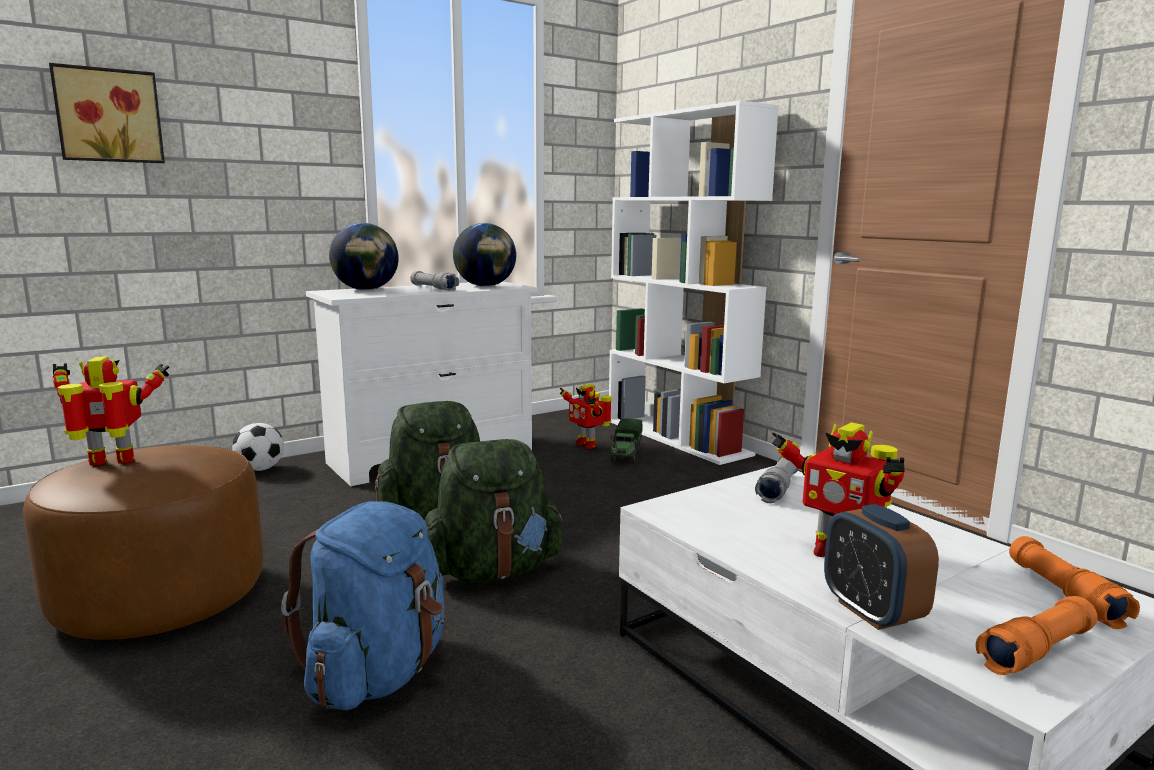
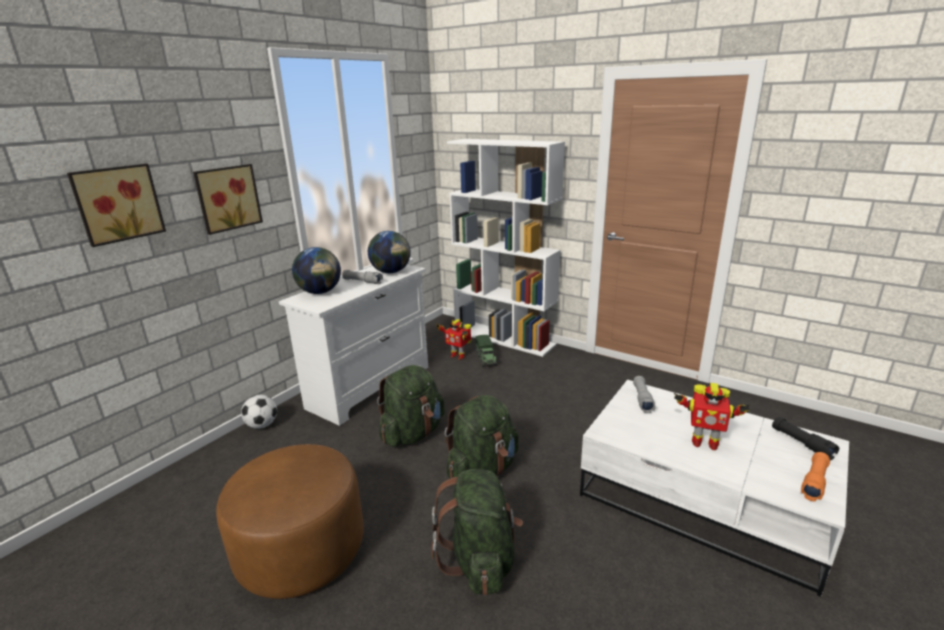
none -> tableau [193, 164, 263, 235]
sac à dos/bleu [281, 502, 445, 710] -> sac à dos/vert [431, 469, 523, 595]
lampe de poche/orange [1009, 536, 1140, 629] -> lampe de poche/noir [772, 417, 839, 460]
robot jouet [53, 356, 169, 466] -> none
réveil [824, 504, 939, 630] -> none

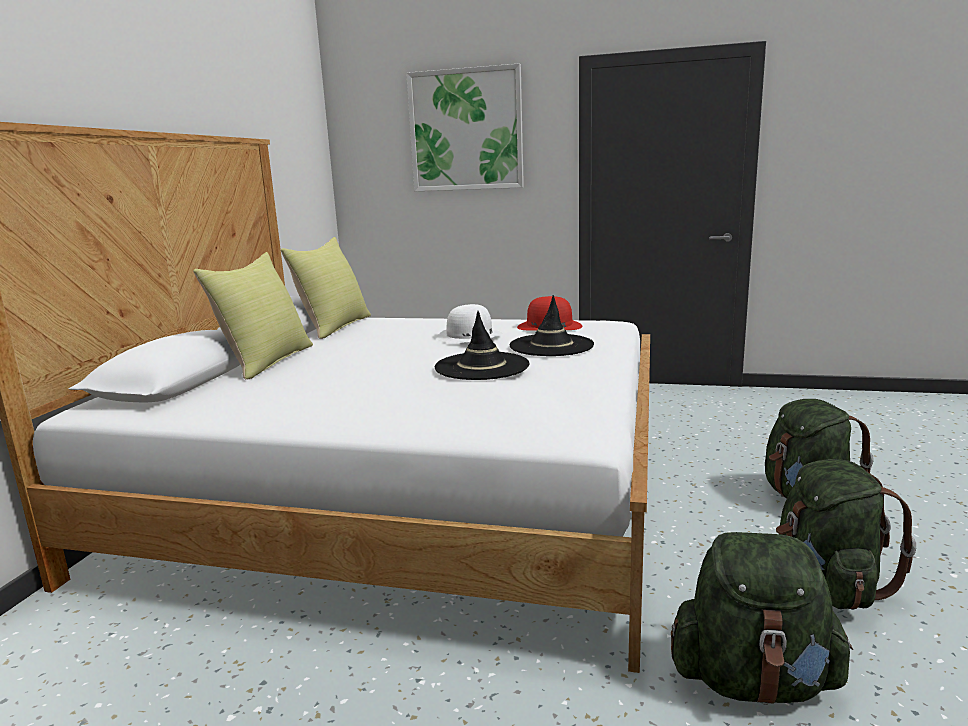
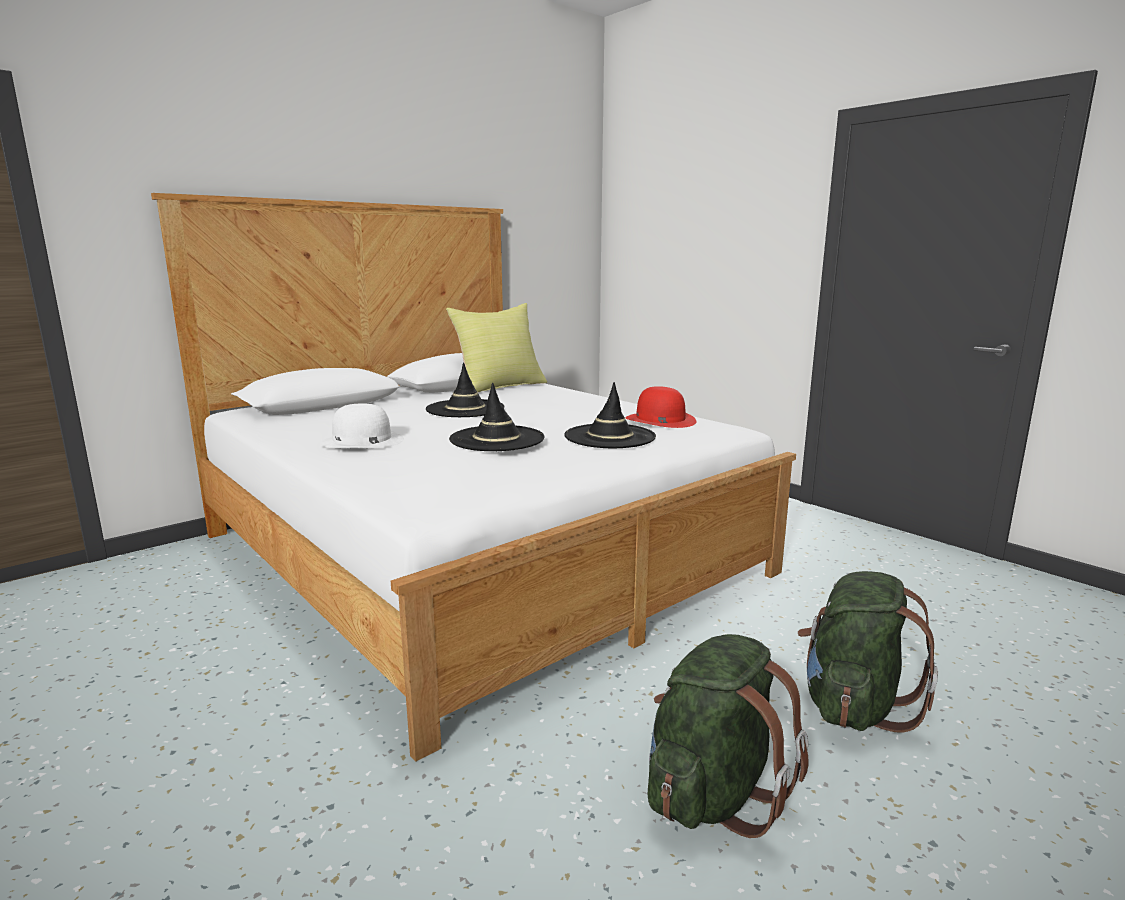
chapeau/blanc [437, 304, 503, 343] -> chapeau/blanc [320, 403, 404, 448], relocated
none -> chapeau/noir [426, 362, 504, 417]
coussin/jaune [193, 252, 313, 380] -> none
tableau [406, 63, 524, 191] -> none
sac à dos/vert [671, 532, 853, 705] -> none

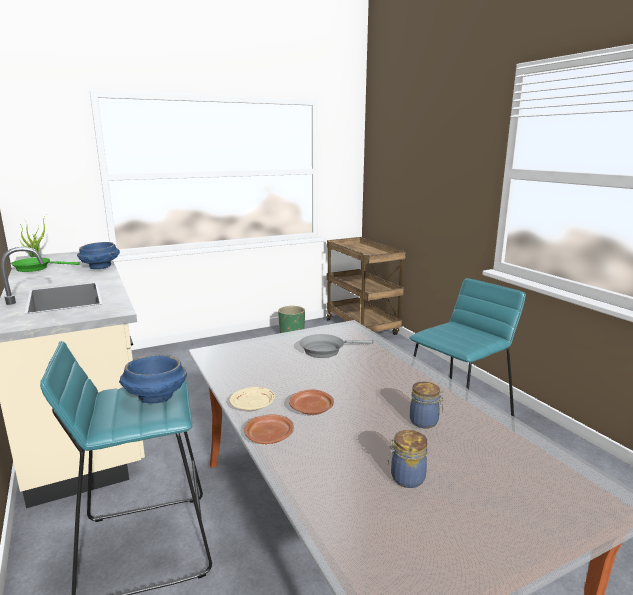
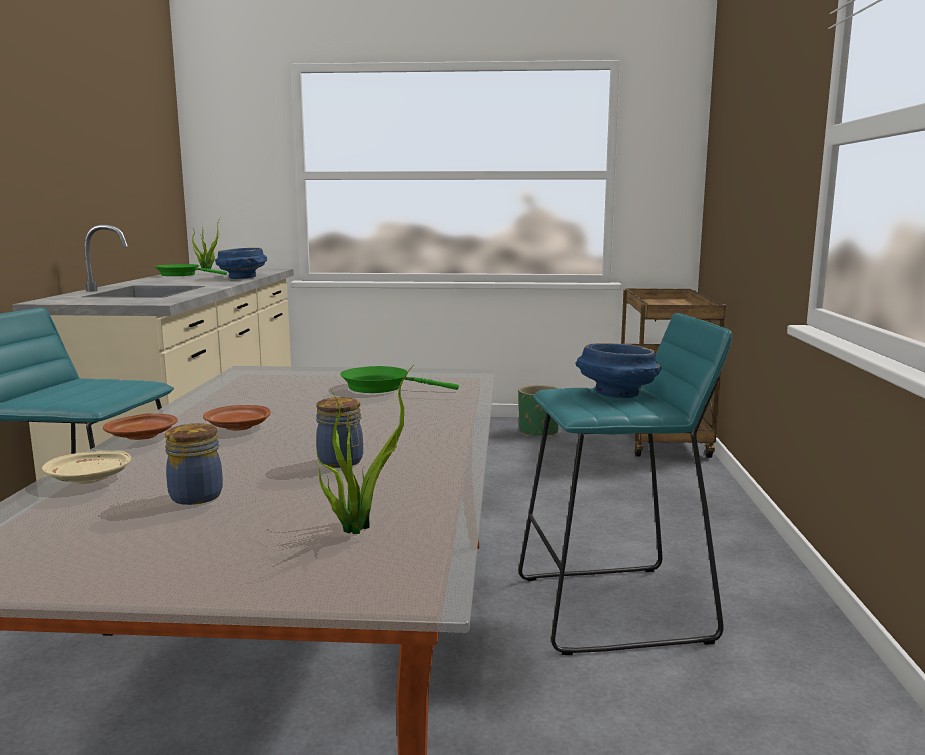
assiette/beige [229, 387, 275, 411] -> assiette/beige [42, 451, 131, 484], relocated
none -> plante en pot [316, 365, 414, 534]
poêle/gris [299, 334, 374, 358] -> poêle/vert [340, 366, 459, 393]
bol/bleu [119, 355, 187, 404] -> bol/bleu [575, 343, 662, 398], relocated

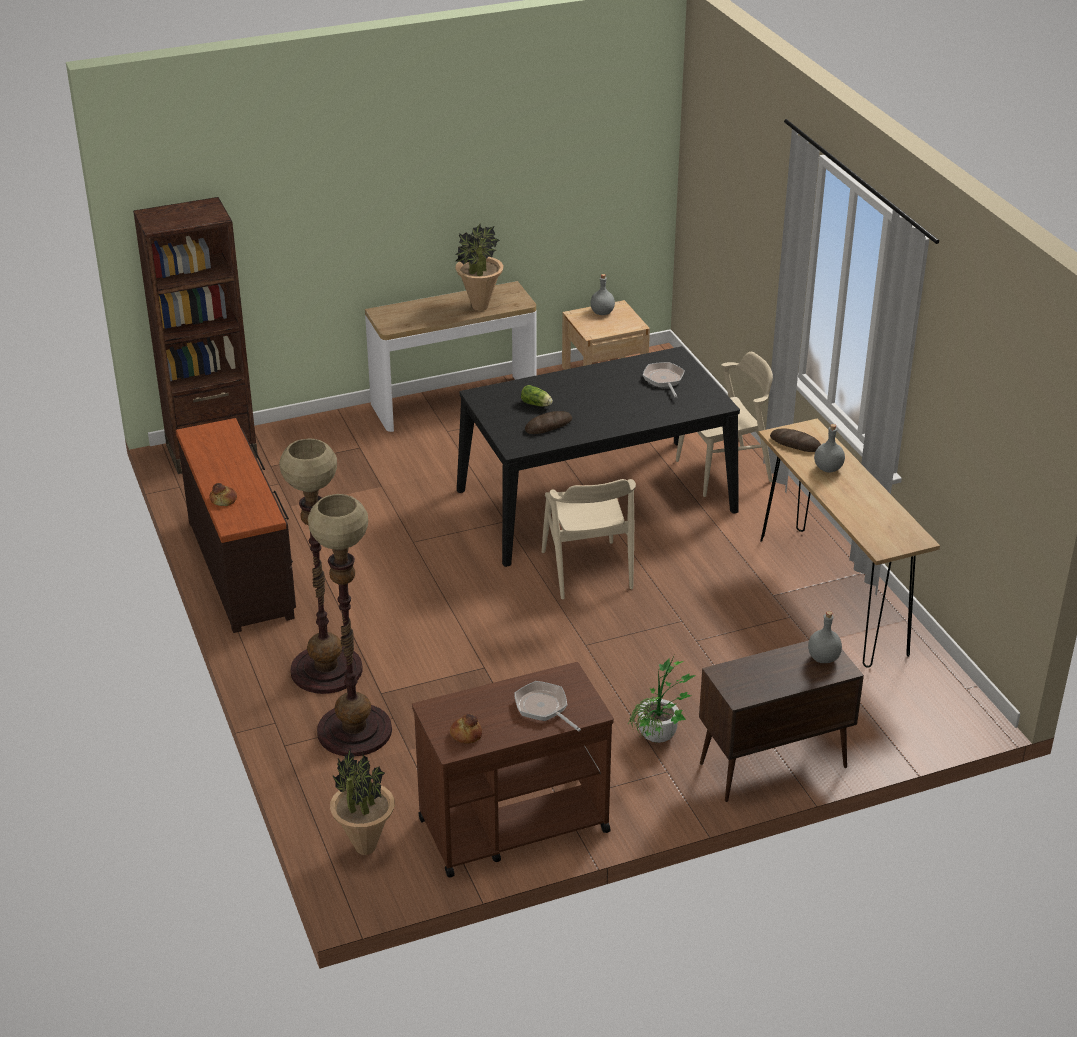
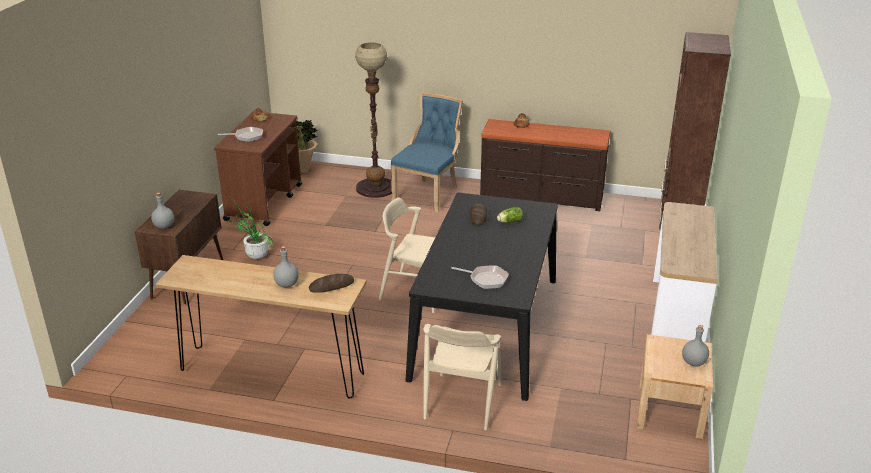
lampadaire [279, 438, 363, 694] -> chaise/bleu [391, 93, 463, 213]
plante en pot [455, 224, 504, 311] -> none

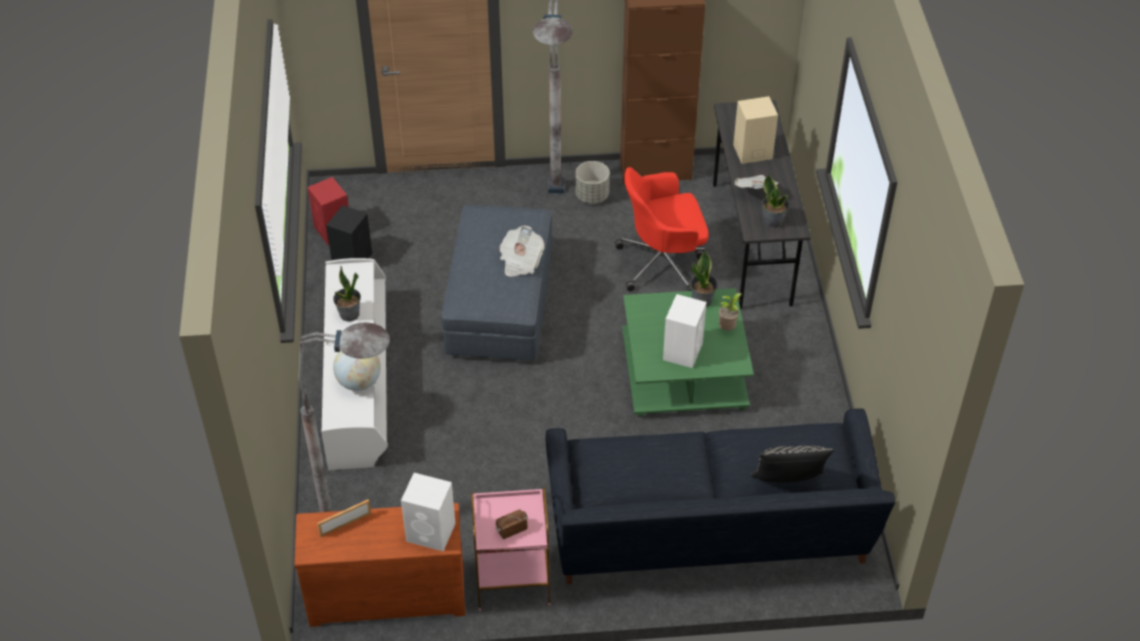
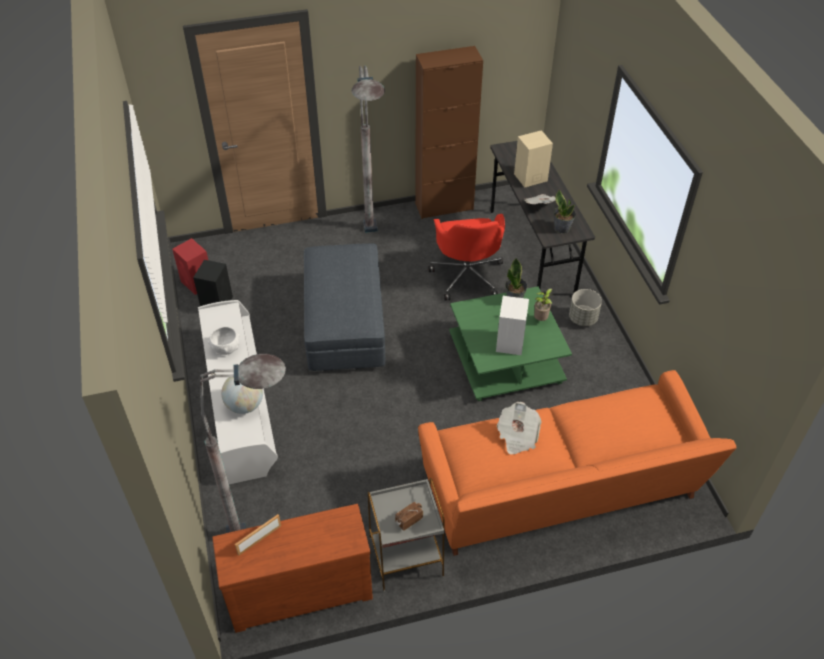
plante en pot [333, 266, 361, 321] -> bol/blanc [208, 327, 240, 355]
table d'appoint/rose [471, 487, 550, 610] -> table d'appoint/gris [368, 478, 445, 592]
canapé/noir [545, 408, 895, 584] -> canapé/orange [418, 370, 737, 556]
chaise de bureau/rouge [615, 167, 709, 291] -> chaise de bureau/rouge [428, 214, 505, 301], 75 degrees counterclockwise
journal [499, 226, 545, 277] -> journal [497, 402, 542, 455], relocated
cache-pot/gris [576, 161, 610, 204] -> cache-pot/gris [569, 289, 602, 326], relocated
enceinte/blanc [401, 473, 456, 551] -> none
coussin/noir [751, 445, 834, 483] -> none

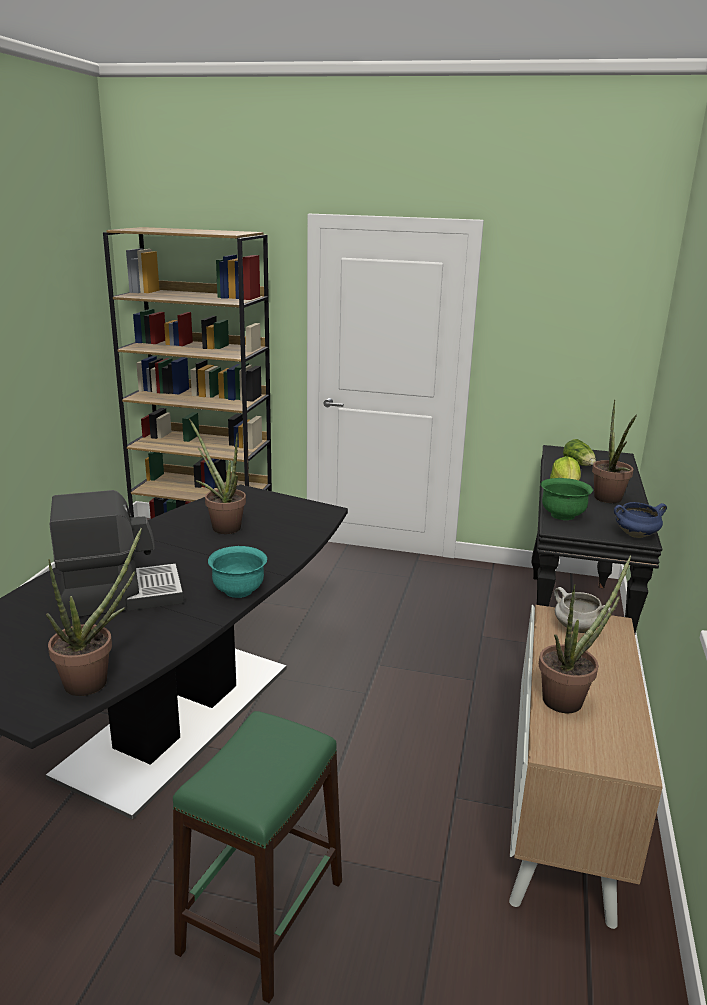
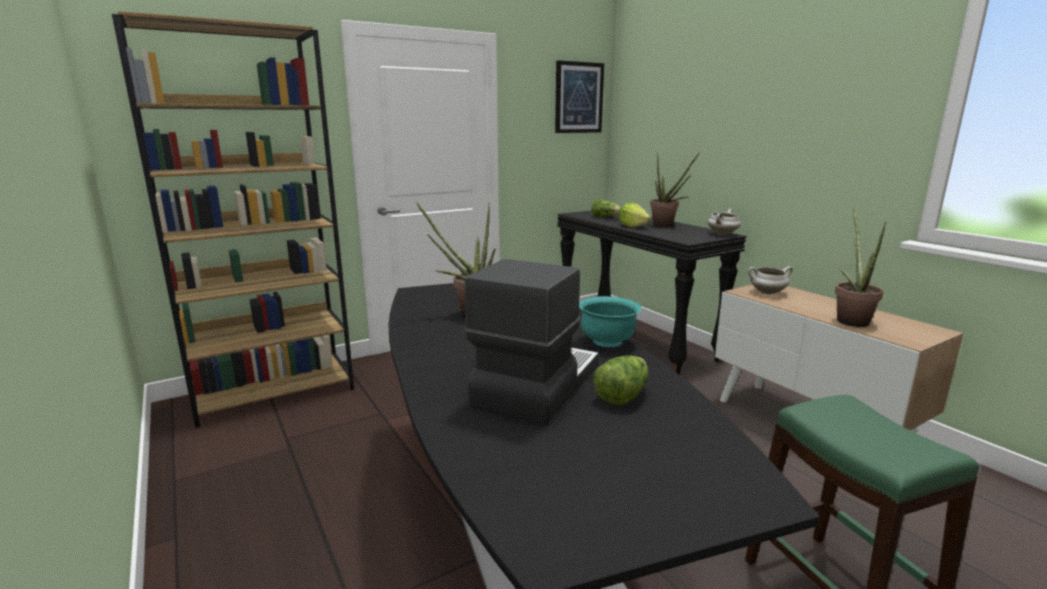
none -> tableau [555, 60, 604, 133]
none -> laitue [594, 355, 649, 405]
marmite/bleu [614, 502, 667, 538] -> marmite/blanc [707, 209, 741, 235]
plante en pot [46, 528, 142, 696] -> none
bol/vert [541, 478, 593, 520] -> none

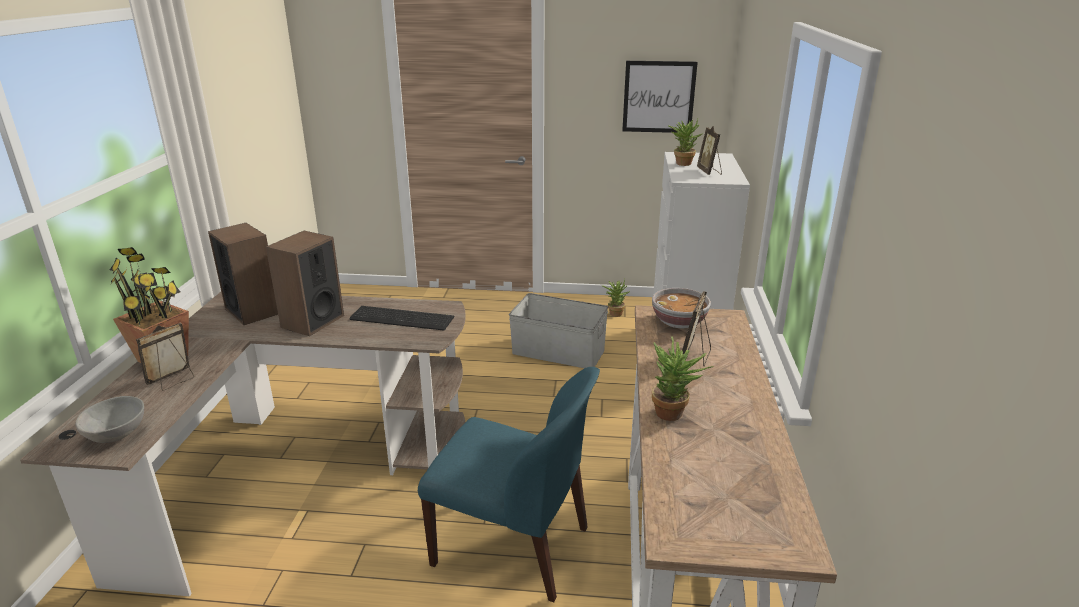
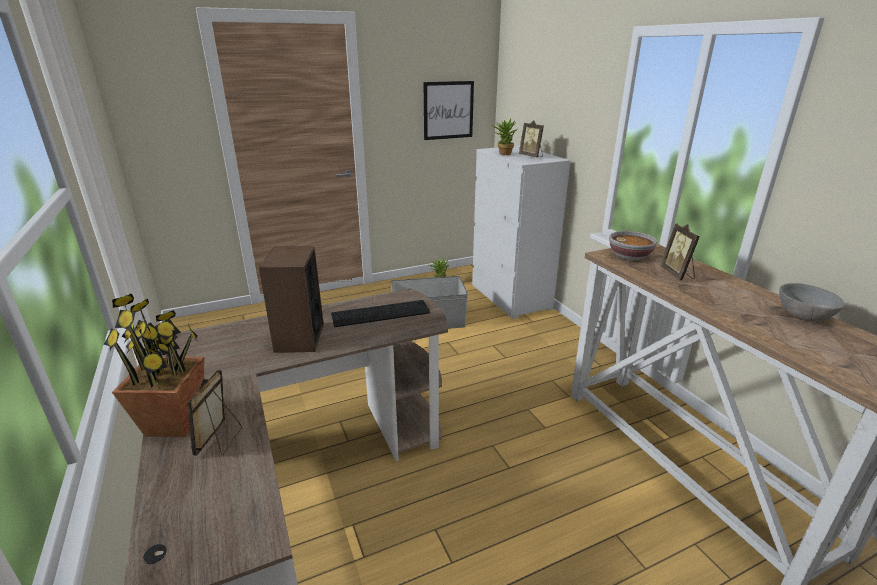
bol/gris [75, 396, 144, 443] -> bol/gris [779, 283, 845, 322], relocated
enceinte [208, 223, 278, 325] -> none
chaise/bleu [418, 367, 600, 602] -> none
plante en pot [652, 336, 713, 421] -> none

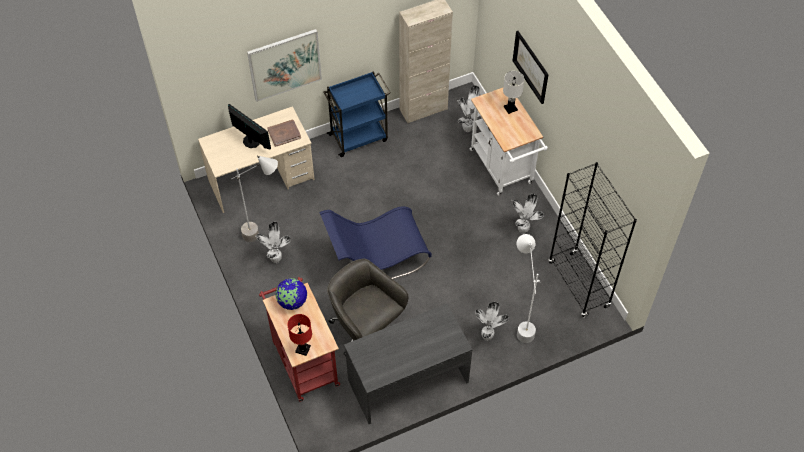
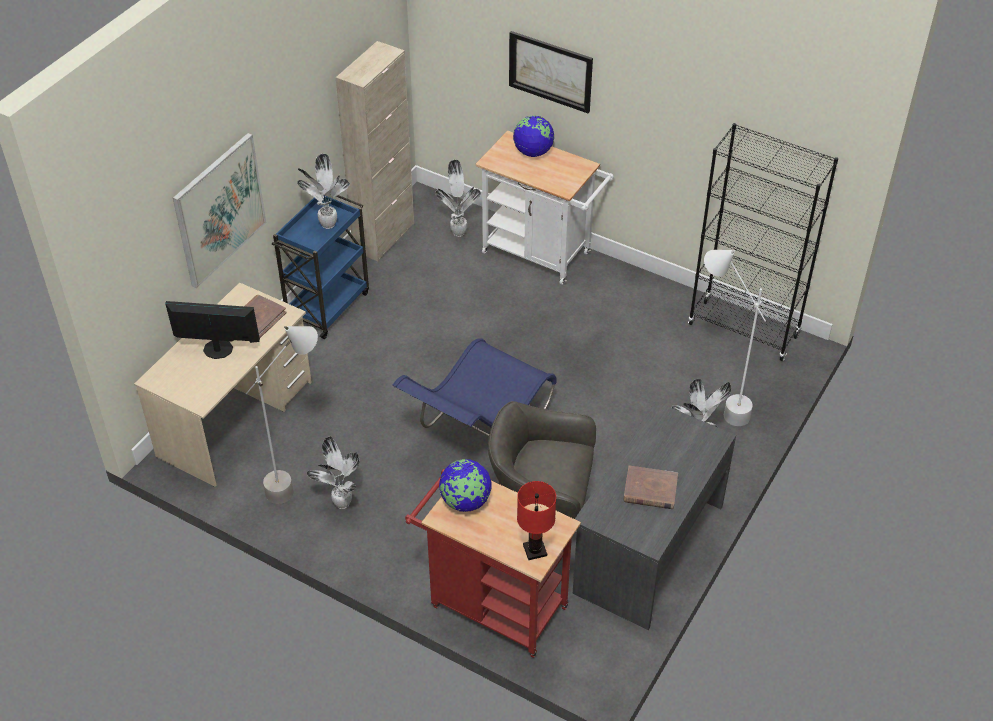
plante en pot [512, 194, 543, 234] -> plante en pot [297, 154, 350, 229], relocated
lampe de table/blanc [503, 71, 524, 114] -> globe [513, 116, 554, 157]
none -> livre/marron [624, 465, 678, 509]

